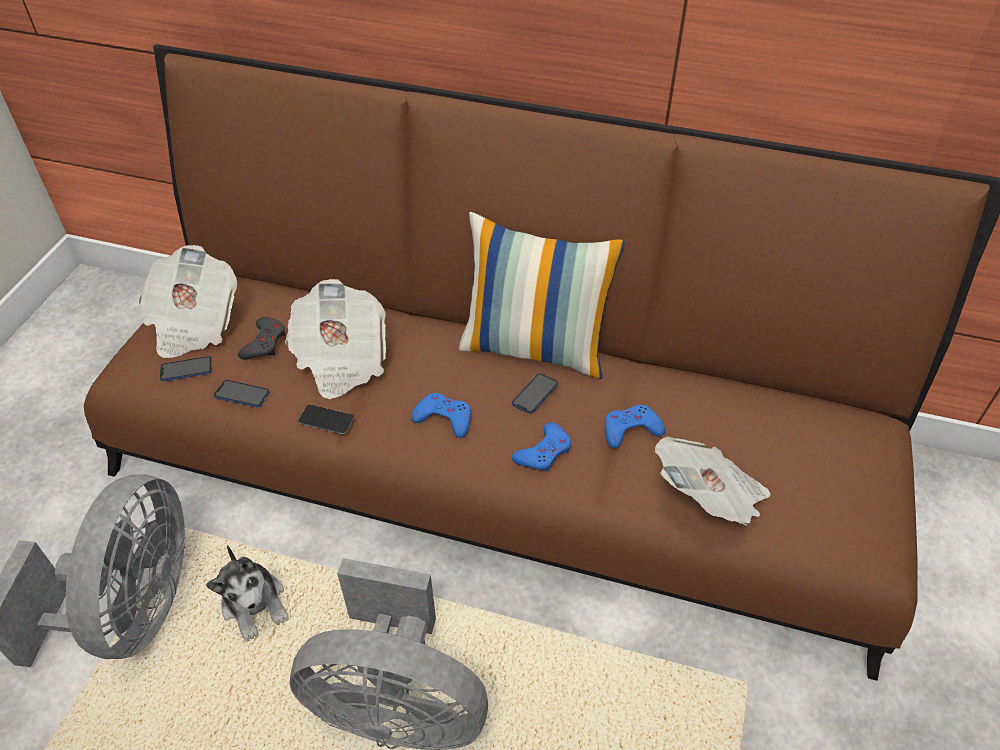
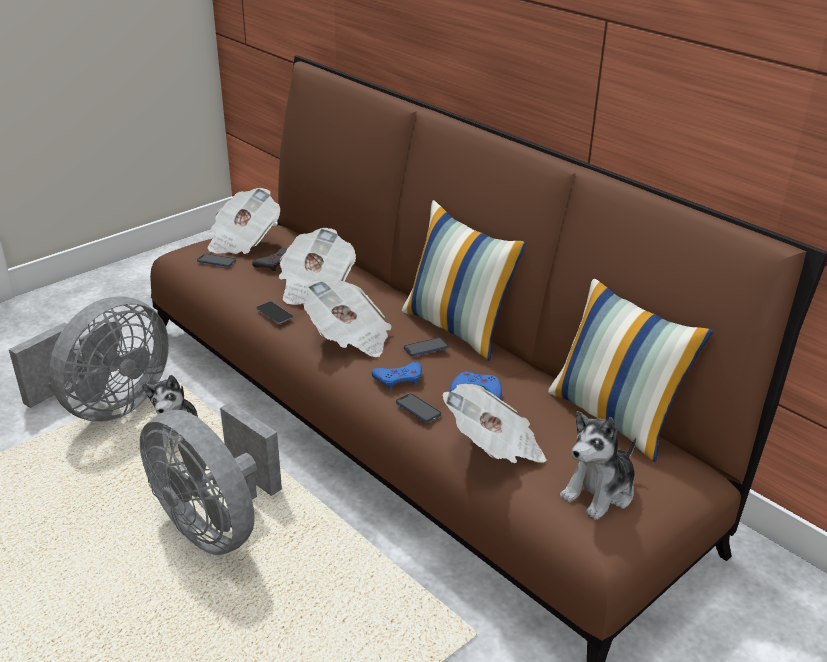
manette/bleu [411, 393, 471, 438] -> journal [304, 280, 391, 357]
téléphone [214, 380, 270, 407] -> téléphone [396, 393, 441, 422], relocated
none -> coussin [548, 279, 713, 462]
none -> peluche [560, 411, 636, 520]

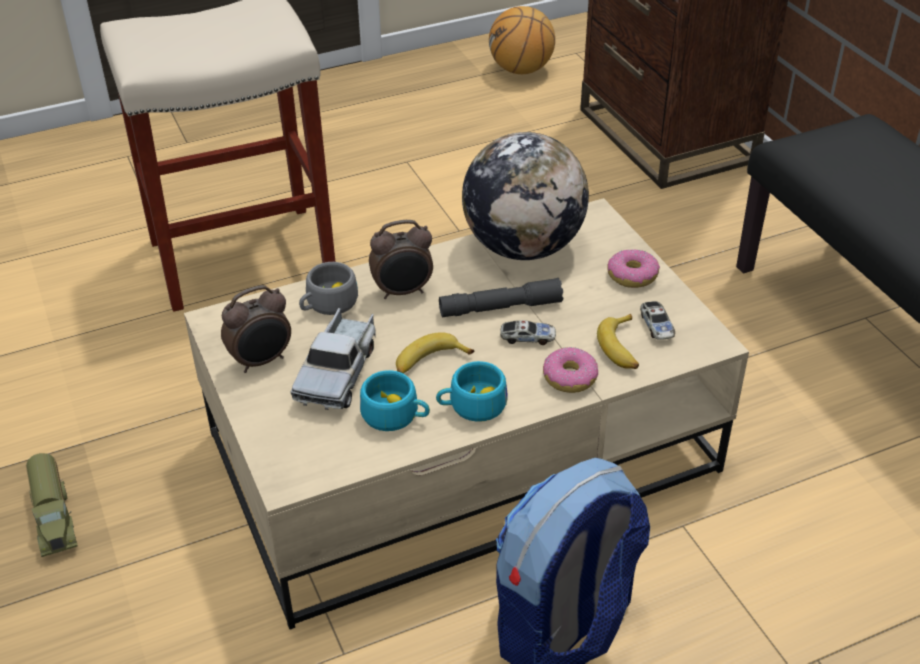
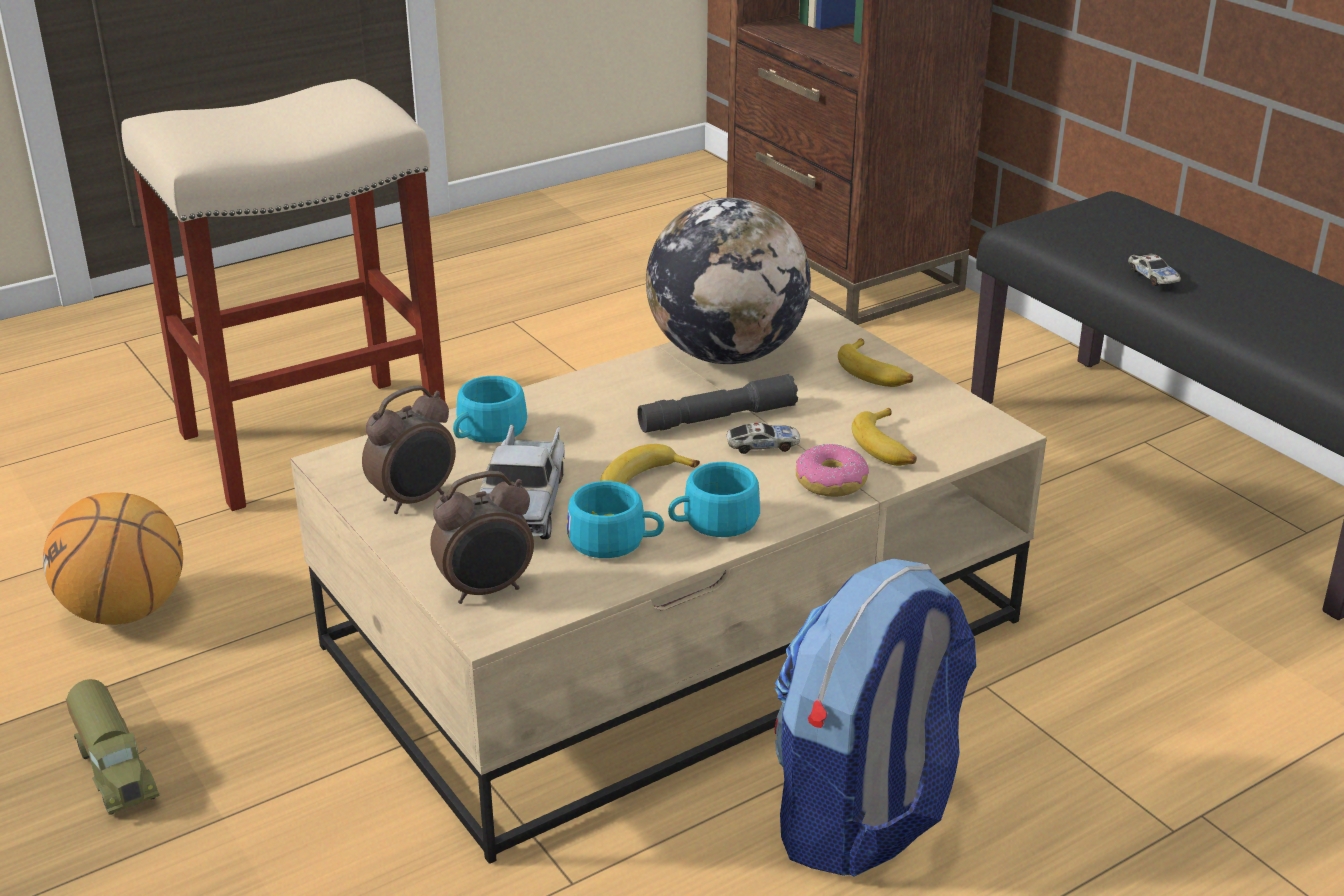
ballon de basket [489, 6, 555, 74] -> ballon de basket [43, 492, 183, 625], relocated
réveil [369, 220, 433, 299] -> réveil [430, 471, 534, 604], relocated
tasse/gris [299, 262, 358, 315] -> tasse/turquoise [453, 376, 527, 443]
beignet [607, 249, 660, 288] -> banane [838, 338, 913, 387]
petite voiture [640, 301, 675, 340] -> petite voiture [1128, 253, 1181, 286], relocated

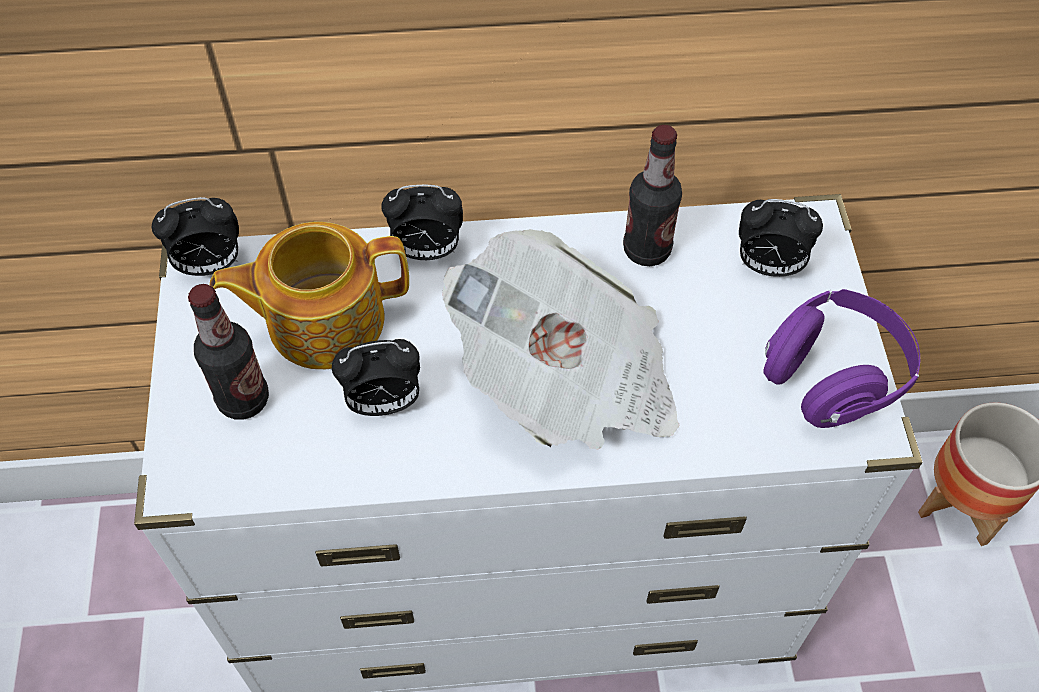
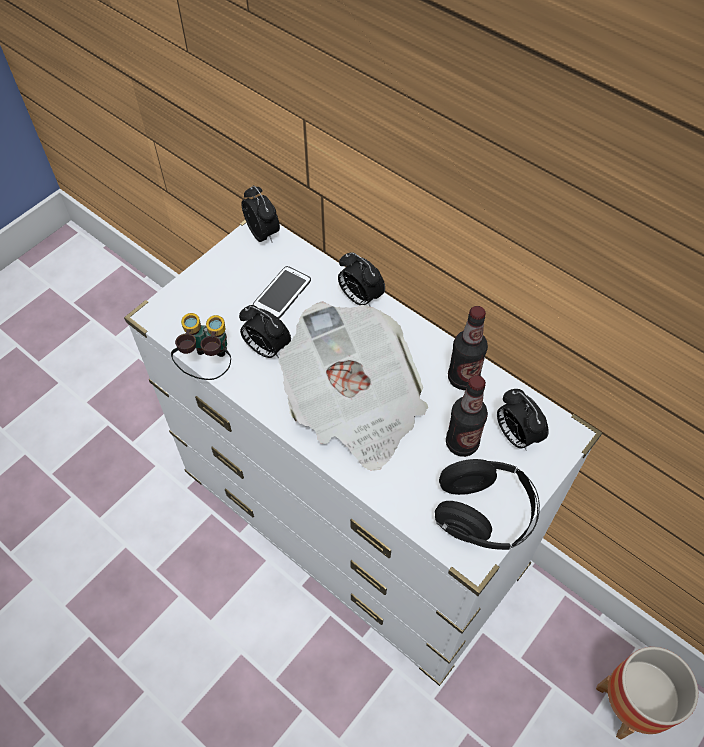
none -> jumelles [171, 313, 231, 380]
réveil [152, 197, 239, 276] -> réveil [242, 185, 280, 242], 150 degrees counterclockwise
théière [210, 222, 409, 369] -> téléphone [253, 266, 311, 318]
casque audio/violet [763, 289, 920, 428] -> casque audio/noir [435, 459, 540, 550]
bouteille [188, 284, 269, 420] -> bouteille [446, 375, 488, 457], relocated

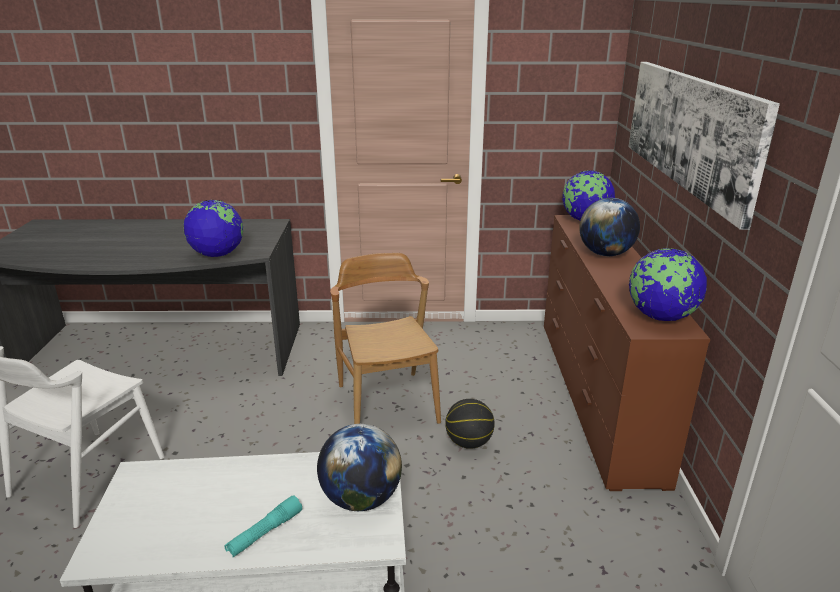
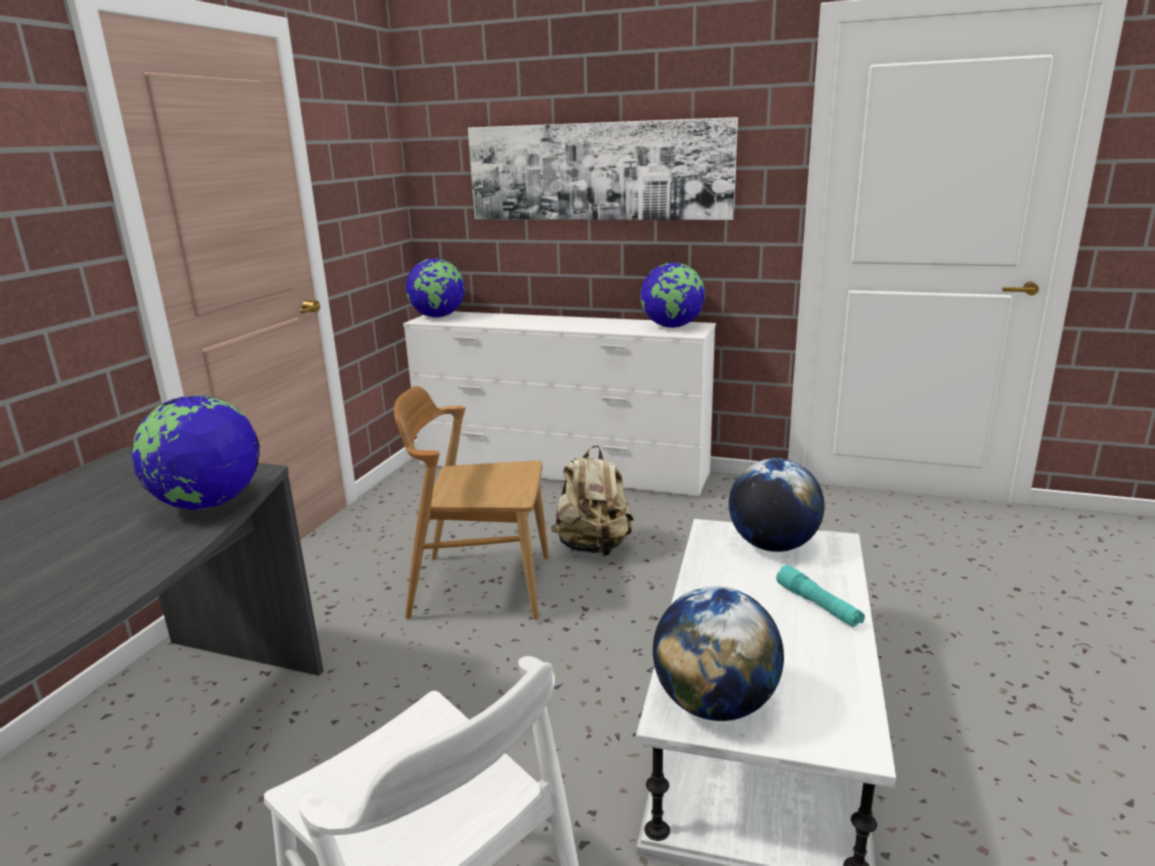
commode/marron [544, 215, 710, 491] -> commode/blanc [403, 312, 716, 497]
ballon de basket [445, 399, 495, 449] -> sac à dos/beige [551, 445, 634, 556]
globe [579, 198, 640, 256] -> globe [653, 586, 784, 721], relocated

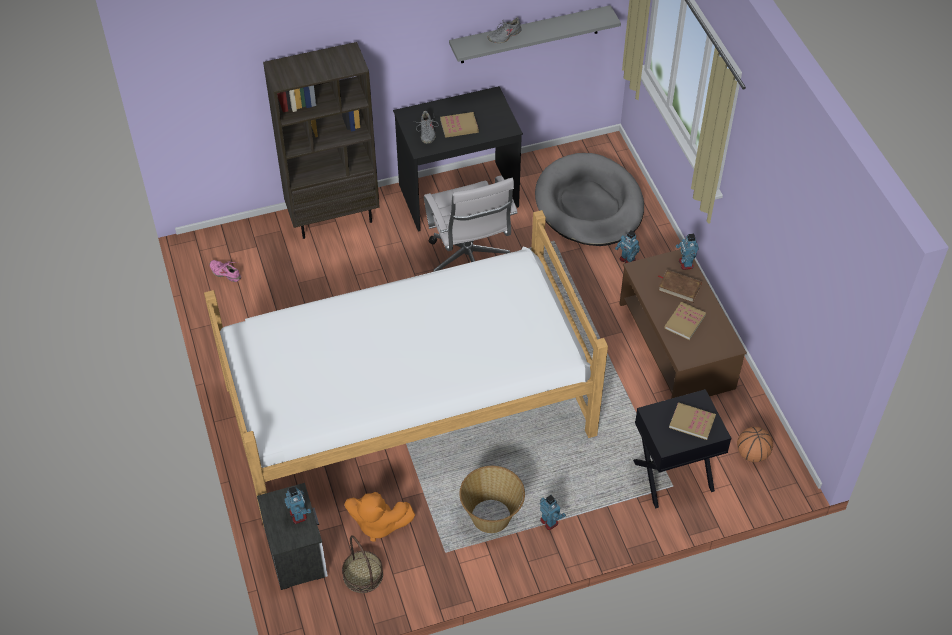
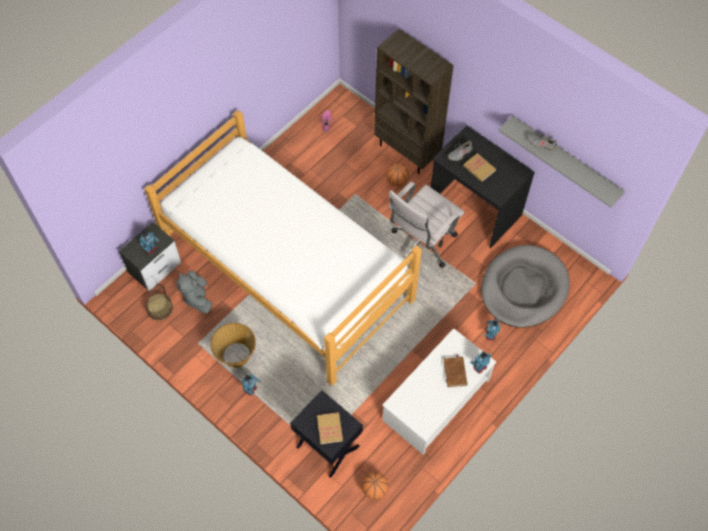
peluche/orange [344, 492, 415, 542] -> peluche/gris [177, 271, 212, 314]
table basse/marron [620, 249, 747, 399] -> table basse/blanc [382, 328, 496, 455]
none -> ballon de basket [386, 163, 409, 186]
livre [664, 302, 706, 340] -> none

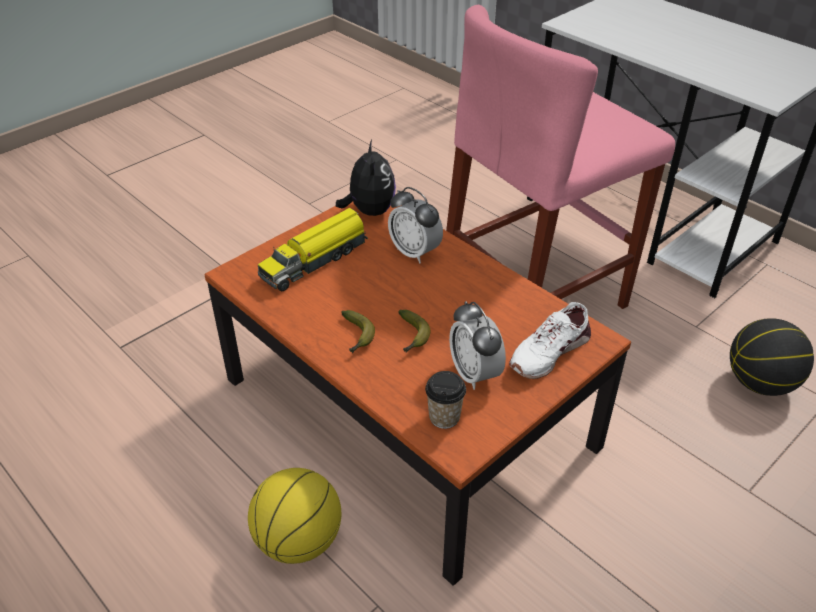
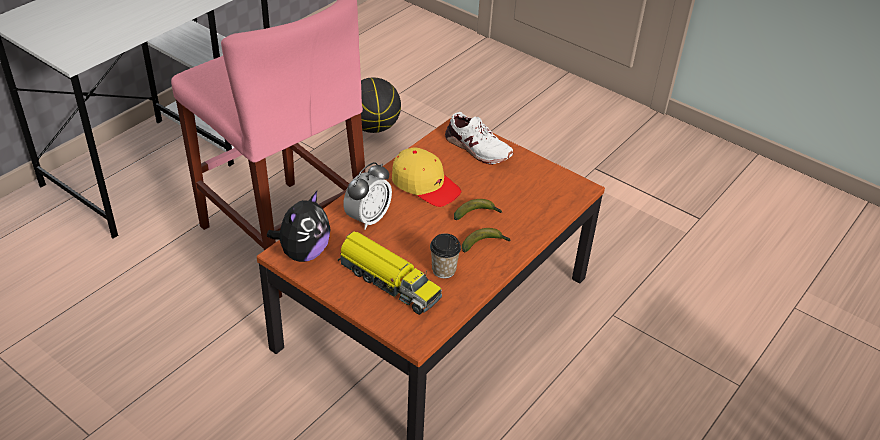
peluche [336, 140, 396, 216] -> peluche [267, 191, 331, 262], 135 degrees clockwise
none -> casquette/jaune [392, 147, 461, 207]
tasse [425, 371, 466, 429] -> tasse [430, 233, 461, 278], relocated
ballon de basket [248, 468, 341, 564] -> none
réveil [449, 301, 506, 390] -> none

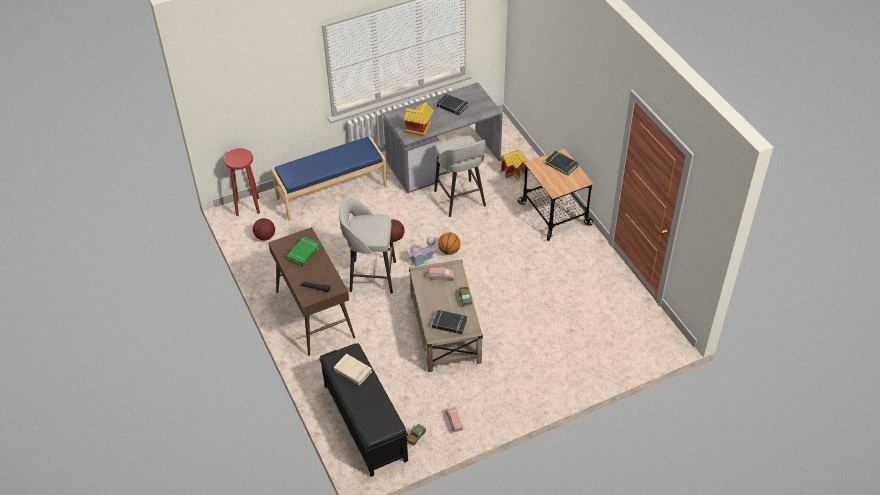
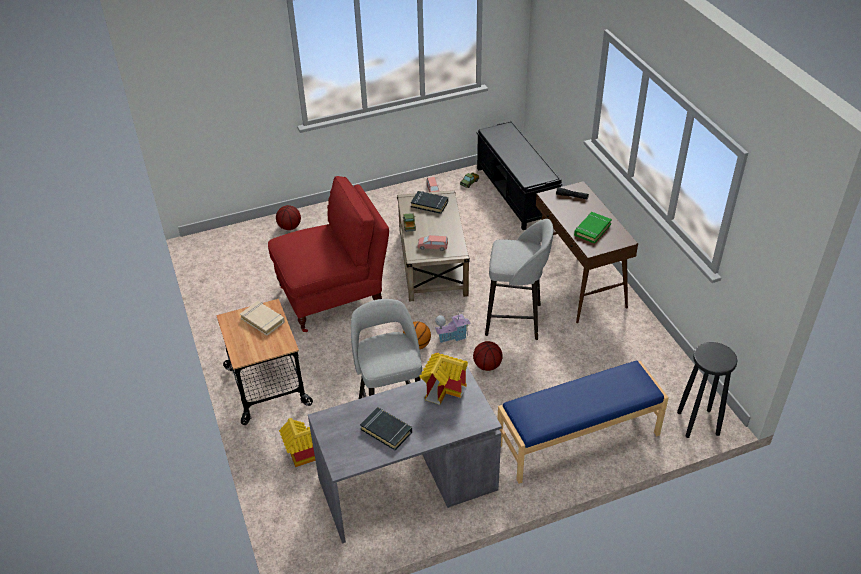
livre/beige [334, 354, 372, 385] -> livre/beige [240, 301, 285, 336], relocated
none -> chaise/rouge [268, 176, 389, 332]
ballon de basket [253, 218, 275, 241] -> ballon de basket [276, 205, 301, 230], relocated
tabouret/rouge [224, 148, 260, 216] -> tabouret/noir [677, 342, 737, 438]
livre/noir [545, 151, 578, 176] -> none

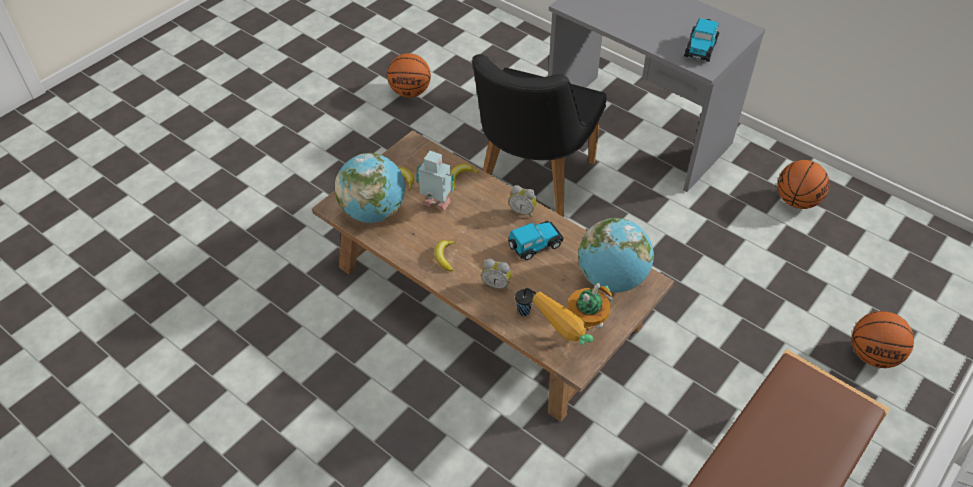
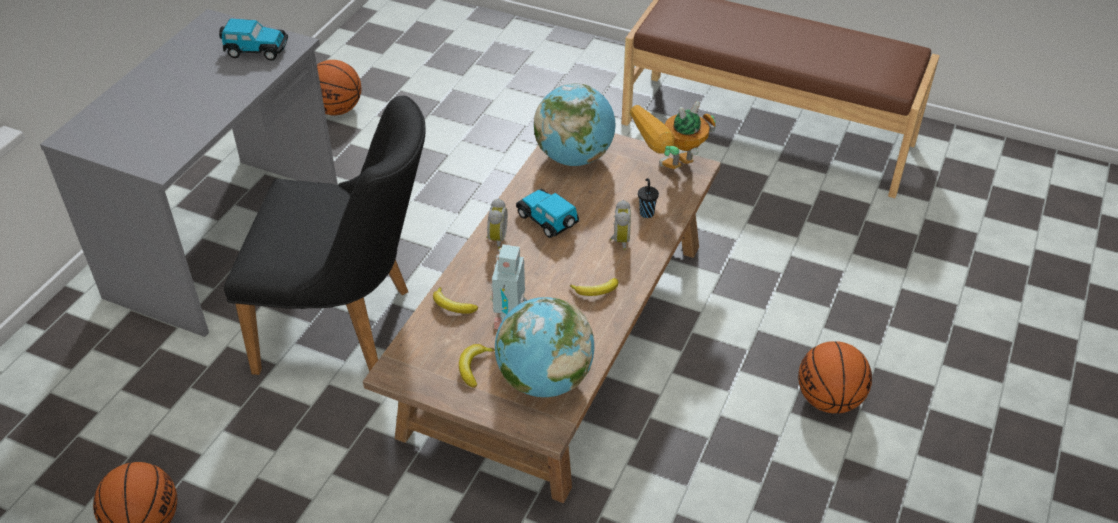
robot jouet [532, 283, 614, 345] -> robot jouet [630, 101, 716, 169], 120 degrees clockwise
ballon de basket [852, 311, 914, 368] -> ballon de basket [798, 341, 872, 413], relocated

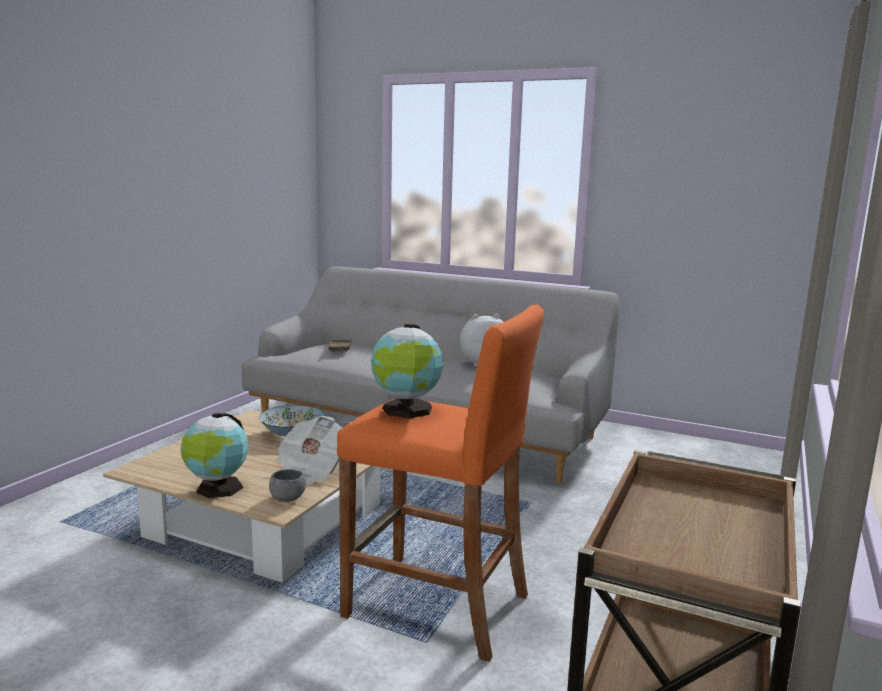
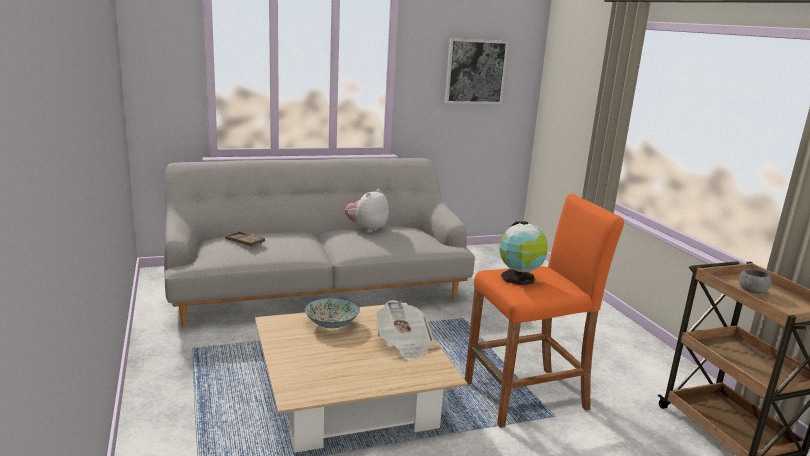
none -> tableau [445, 38, 508, 104]
bol/gris [269, 469, 306, 502] -> bol/gris [739, 269, 772, 294], relocated
globe [181, 413, 248, 498] -> none

